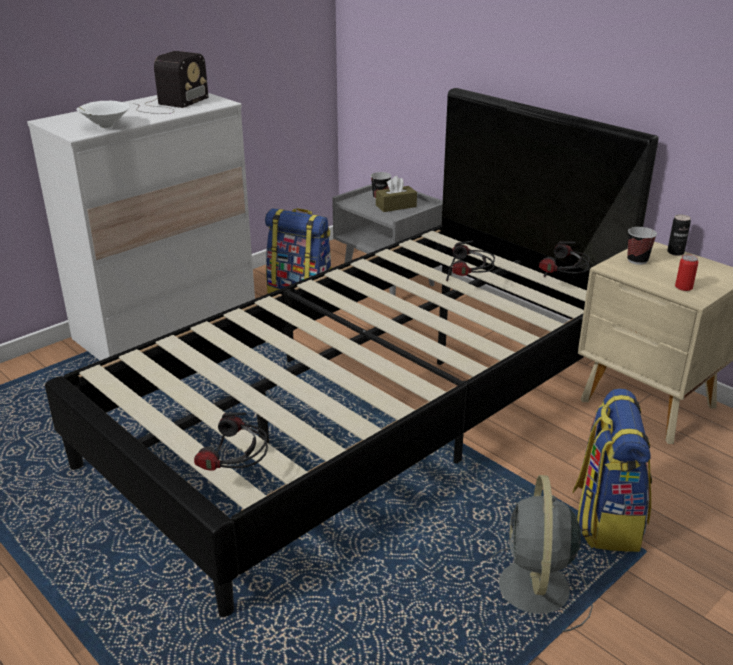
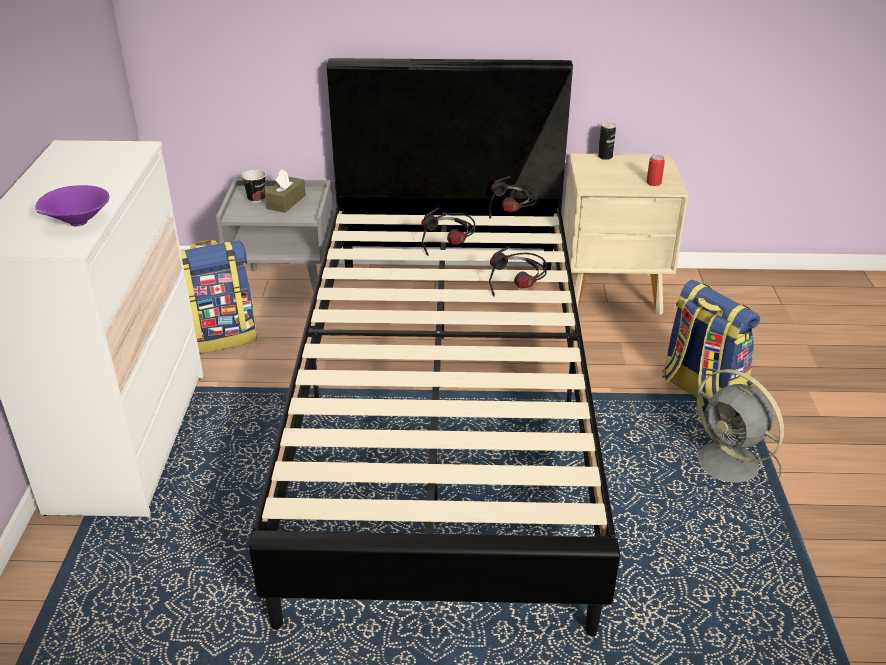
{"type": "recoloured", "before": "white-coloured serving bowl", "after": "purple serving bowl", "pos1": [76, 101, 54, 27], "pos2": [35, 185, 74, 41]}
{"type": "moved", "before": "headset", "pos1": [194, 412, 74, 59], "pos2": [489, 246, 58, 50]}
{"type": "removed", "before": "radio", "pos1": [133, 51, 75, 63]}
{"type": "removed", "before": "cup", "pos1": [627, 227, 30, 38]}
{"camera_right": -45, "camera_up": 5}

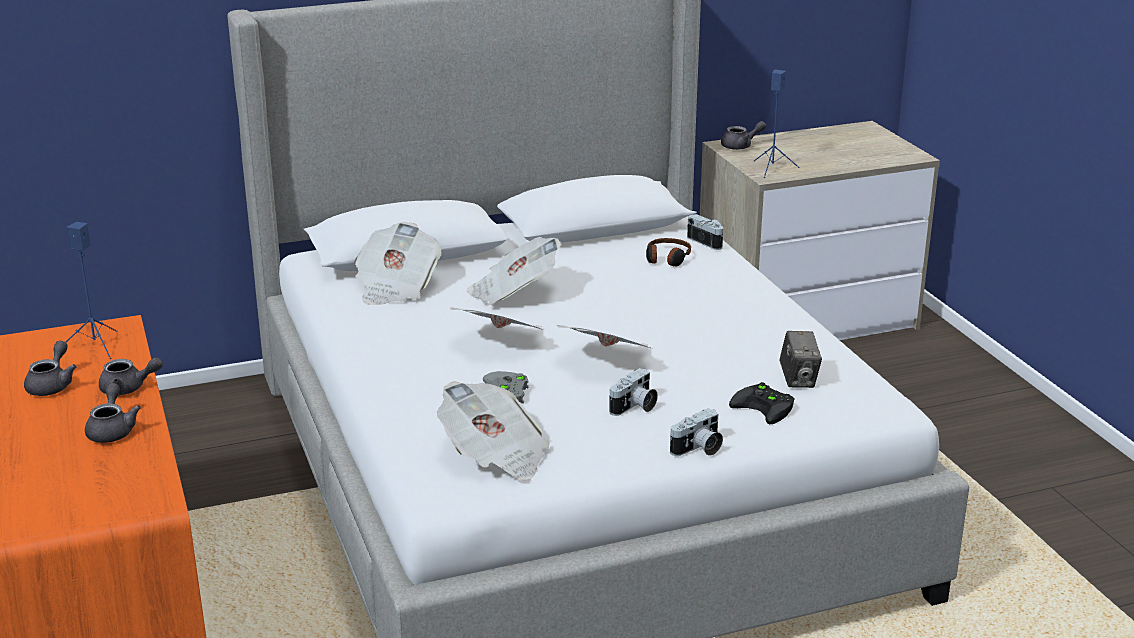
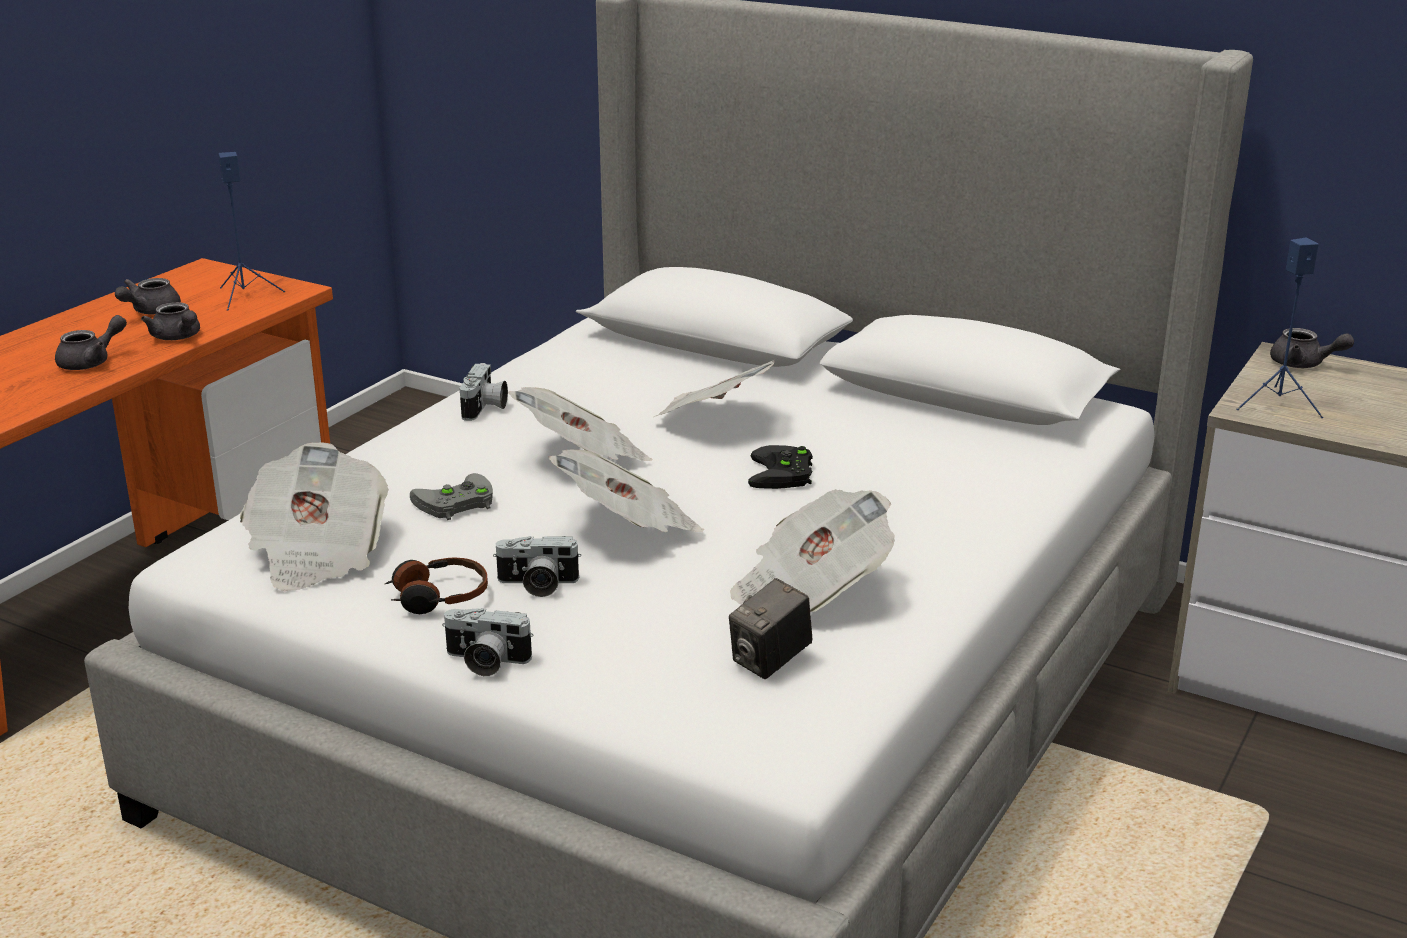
{"type": "turned", "before": "gray pot for tea", "pos1": [24, 341, 53, 55], "pos2": [115, 278, 66, 36], "turn": 150}
{"type": "moved", "before": "headset", "pos1": [646, 238, 45, 29], "pos2": [385, 557, 103, 57]}
{"type": "moved", "before": "still camera", "pos1": [687, 214, 36, 36], "pos2": [460, 363, 48, 58]}
{"type": "moved", "before": "newspaper", "pos1": [354, 222, 88, 83], "pos2": [730, 489, 165, 123]}
{"type": "moved", "before": "black-coloured gamepad", "pos1": [729, 382, 66, 42], "pos2": [748, 445, 65, 44]}
{"camera_right": 50, "camera_up": 0}

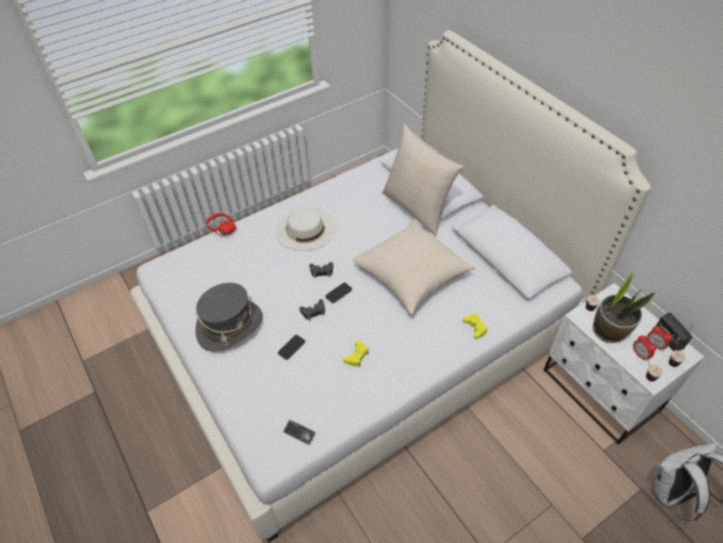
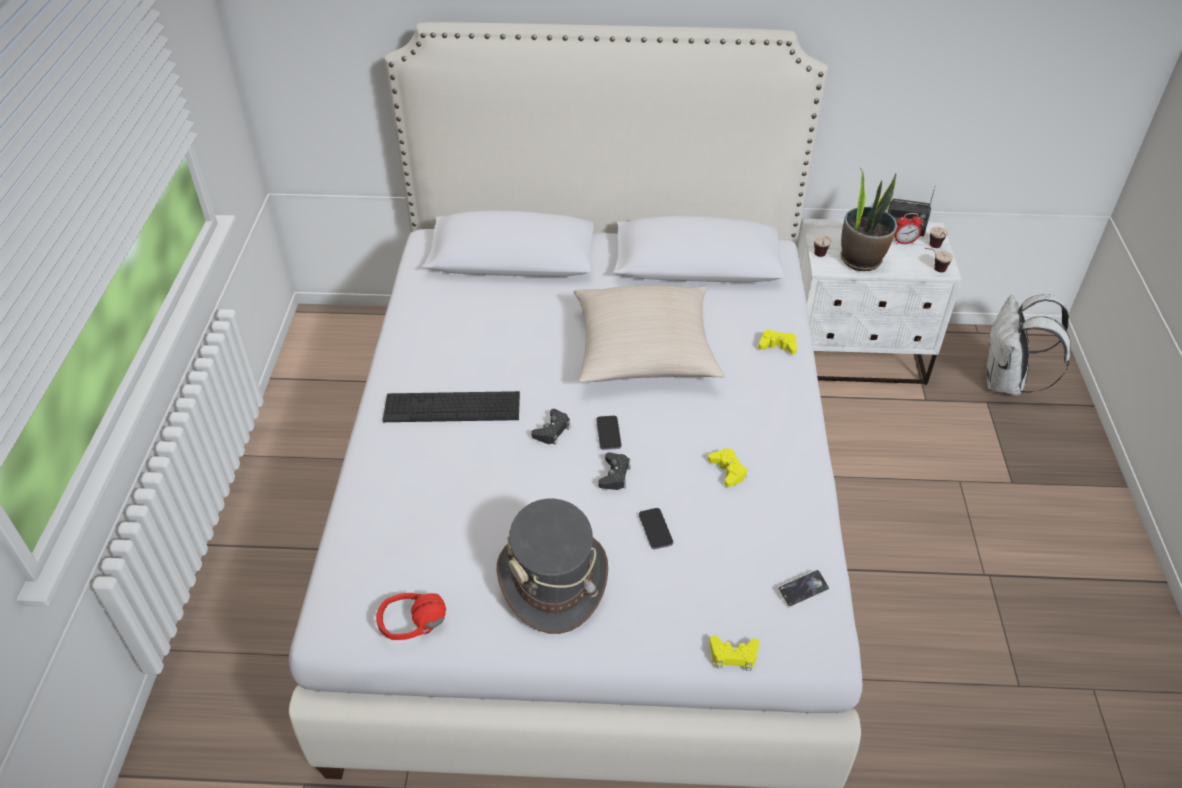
{"type": "moved", "before": "red-coloured headset", "pos1": [206, 213, 30, 23], "pos2": [376, 593, 70, 47]}
{"type": "replaced", "before": "white-coloured clothing hat", "after": "computer keyboard", "pos1": [275, 207, 61, 44], "pos2": [383, 391, 137, 31]}
{"type": "added", "after": "yellow gamepad", "pos2": [709, 635, 50, 36]}
{"type": "removed", "before": "beige pillow", "pos1": [382, 125, 82, 112]}
{"type": "removed", "before": "bedside clock", "pos1": [633, 335, 23, 26]}
{"camera_right": -55, "camera_up": -5}

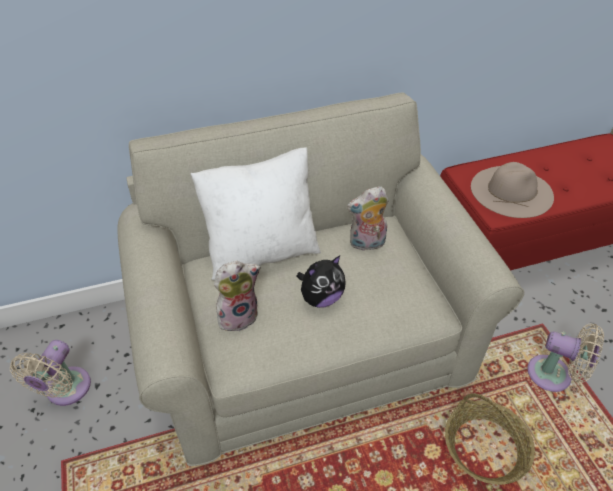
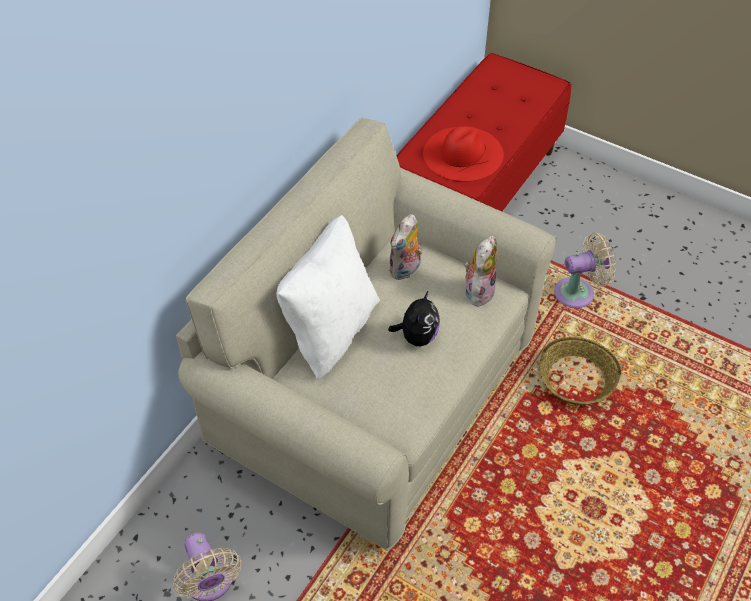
{"type": "recoloured", "before": "beige clothing hat", "after": "red-coloured clothing hat", "pos1": [471, 162, 83, 56], "pos2": [423, 126, 81, 56]}
{"type": "moved", "before": "plush toy", "pos1": [214, 261, 47, 70], "pos2": [464, 236, 33, 71]}
{"camera_right": -40, "camera_up": 5}

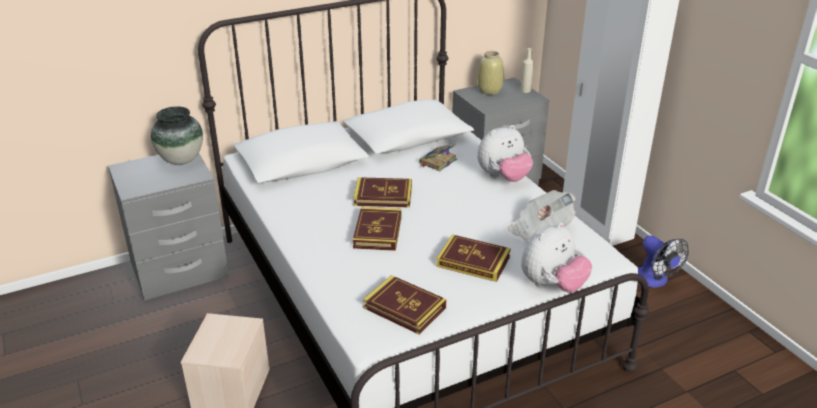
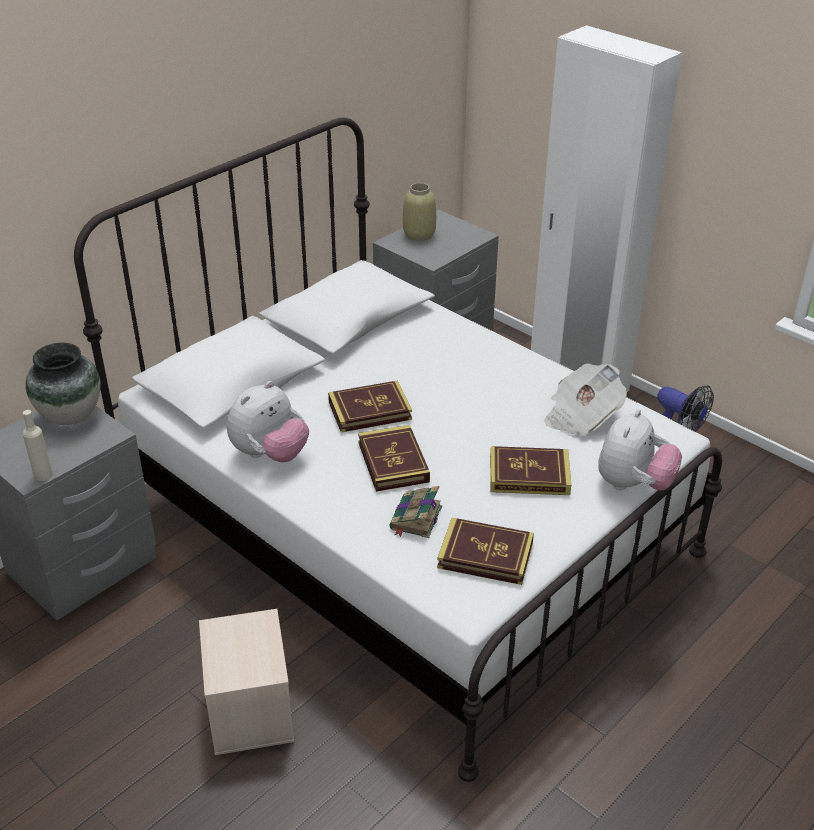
{"type": "moved", "before": "beige bottle", "pos1": [521, 48, 13, 45], "pos2": [23, 410, 30, 71]}
{"type": "moved", "before": "plush toy", "pos1": [477, 125, 56, 57], "pos2": [227, 381, 82, 81]}
{"type": "moved", "before": "bound book", "pos1": [419, 144, 38, 28], "pos2": [389, 486, 53, 52]}
{"camera_right": -20, "camera_up": 5}

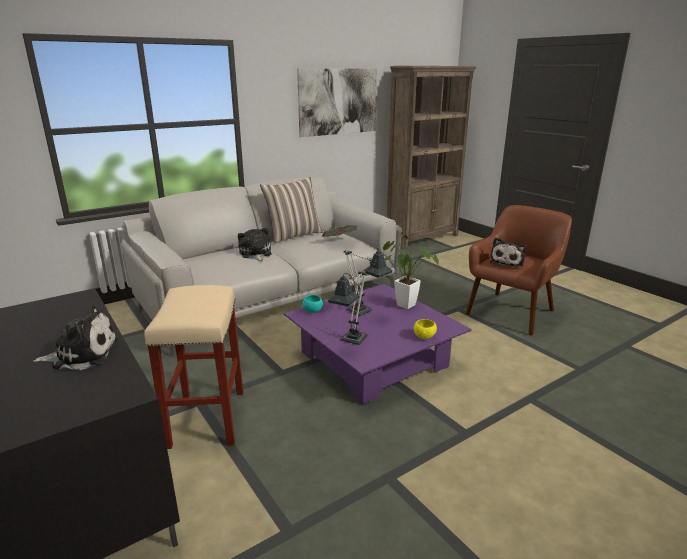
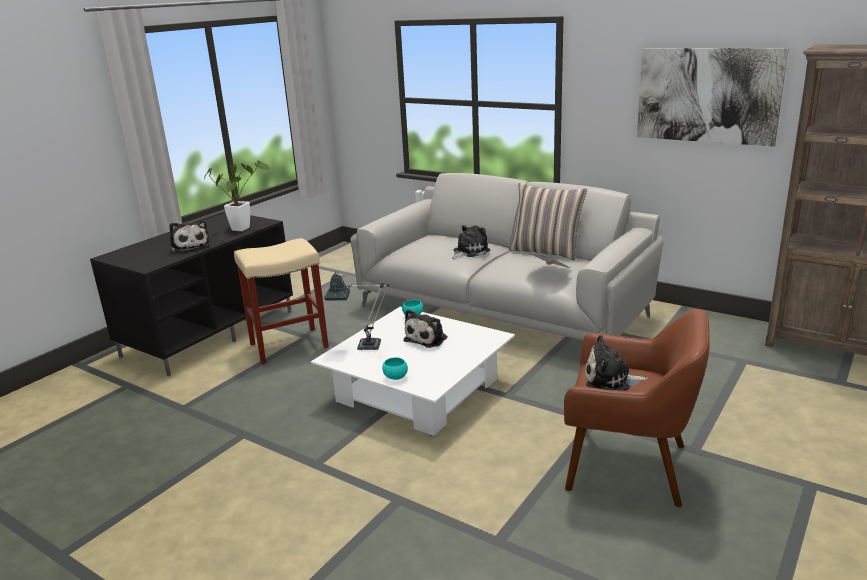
{"type": "moved", "before": "houseplant", "pos1": [383, 232, 56, 77], "pos2": [204, 160, 66, 71]}
{"type": "recoloured", "before": "purple coffee table", "after": "white-coloured coffee table", "pos1": [284, 284, 188, 120], "pos2": [311, 307, 204, 129]}
{"type": "recoloured", "before": "yellow serving bowl", "after": "blue-green serving bowl", "pos1": [414, 319, 23, 20], "pos2": [382, 357, 26, 23]}
{"type": "replaced", "before": "tabletop lamp", "after": "plush toy", "pos1": [344, 248, 48, 68], "pos2": [403, 309, 44, 39]}
{"camera_right": 70, "camera_up": 0}

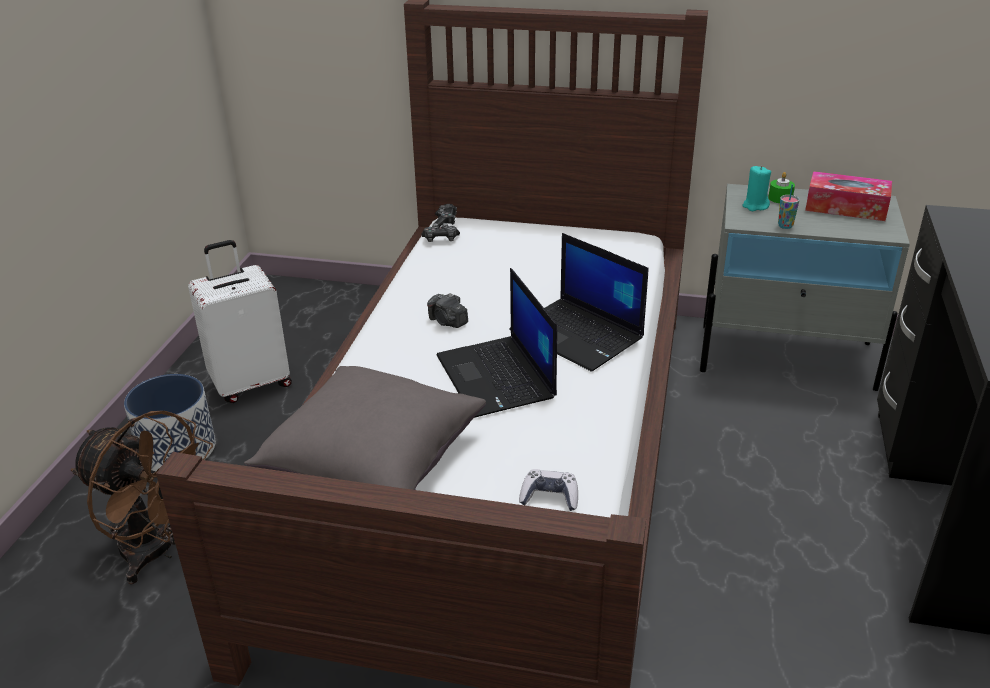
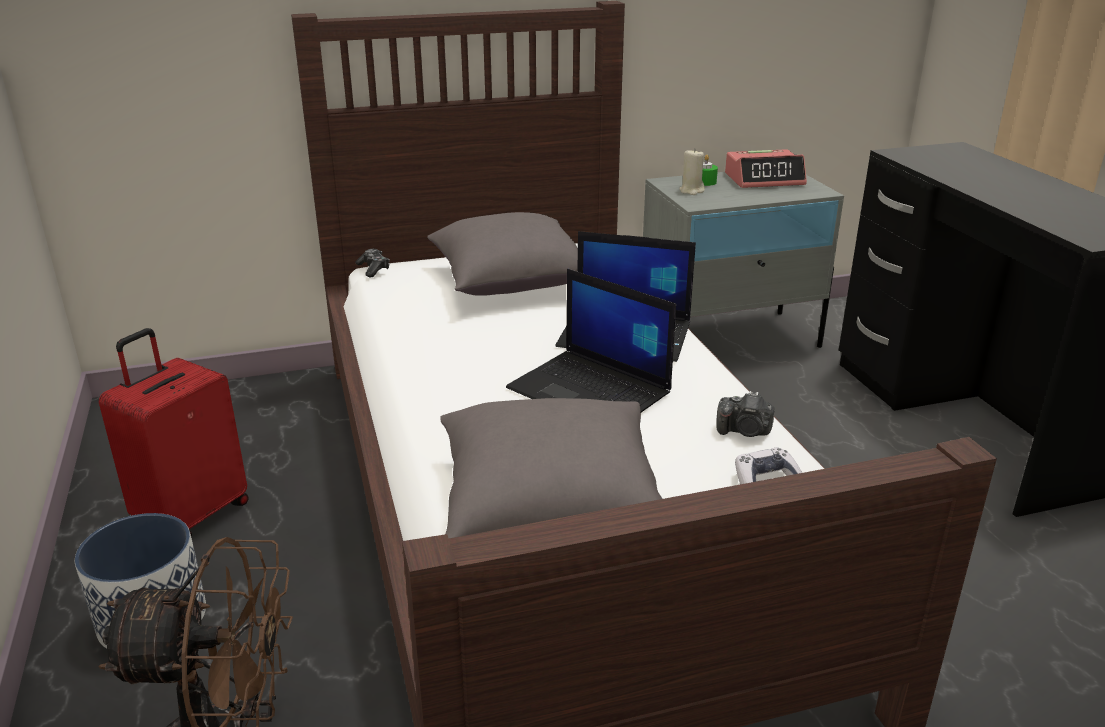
{"type": "recoloured", "before": "white-coloured piece of luggage", "after": "red-coloured piece of luggage", "pos1": [188, 240, 104, 163], "pos2": [99, 328, 150, 209]}
{"type": "added", "after": "gray pillow", "pos2": [427, 212, 151, 84]}
{"type": "recoloured", "before": "blue-green wax light", "after": "beige wax light", "pos1": [743, 166, 28, 45], "pos2": [679, 148, 26, 47]}
{"type": "moved", "before": "still camera", "pos1": [427, 293, 41, 35], "pos2": [716, 391, 58, 46]}
{"type": "replaced", "before": "box of tissues", "after": "bedside clock", "pos1": [805, 171, 87, 50], "pos2": [725, 149, 82, 39]}
{"type": "removed", "before": "gamepad", "pos1": [421, 223, 39, 19]}
{"type": "removed", "before": "cup", "pos1": [778, 184, 22, 45]}
{"camera_right": -30, "camera_up": -5}

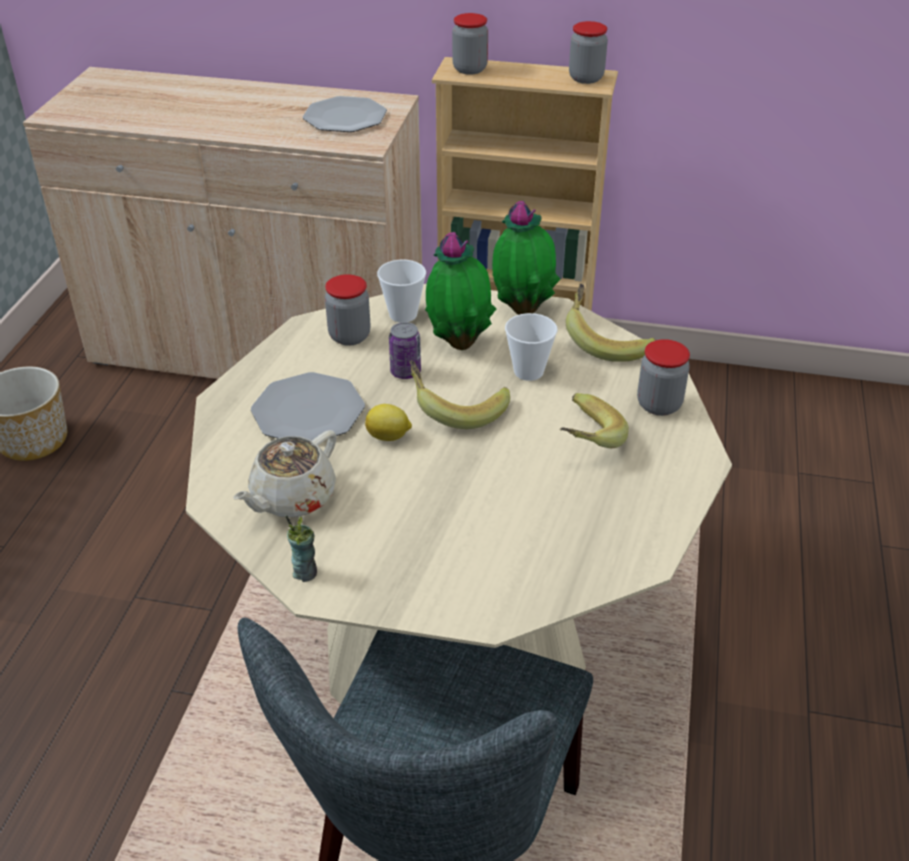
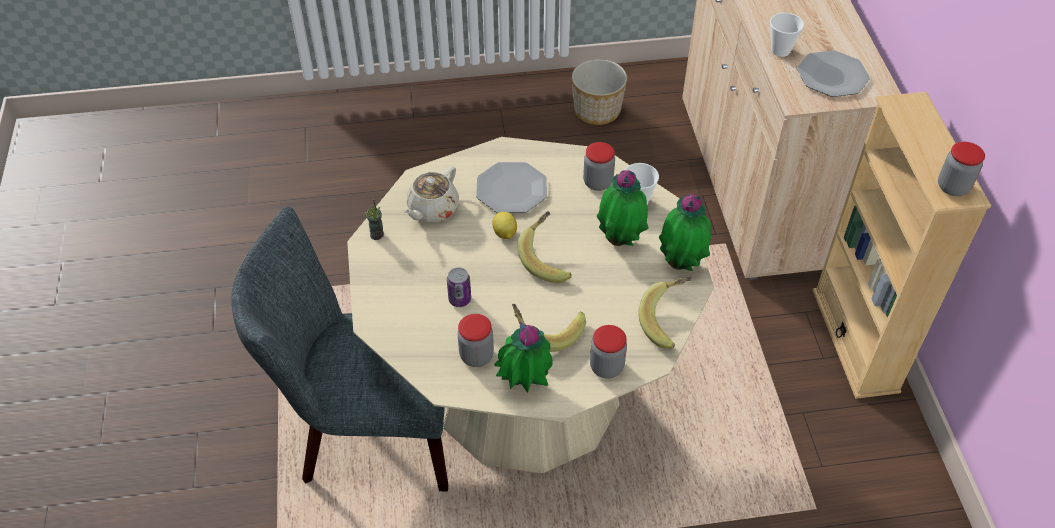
{"type": "turned", "before": "beige pot for tea", "pos1": [234, 430, 103, 87], "pos2": [404, 166, 55, 56], "turn": -75}
{"type": "moved", "before": "metal can", "pos1": [389, 322, 32, 57], "pos2": [447, 267, 24, 40]}
{"type": "moved", "before": "preserve jar", "pos1": [452, 13, 36, 62], "pos2": [458, 314, 36, 53]}
{"type": "added", "after": "houseplant", "pos2": [494, 322, 59, 71]}
{"type": "moved", "before": "cup", "pos1": [505, 313, 53, 68], "pos2": [770, 13, 34, 44]}
{"camera_right": 70, "camera_up": 10}

